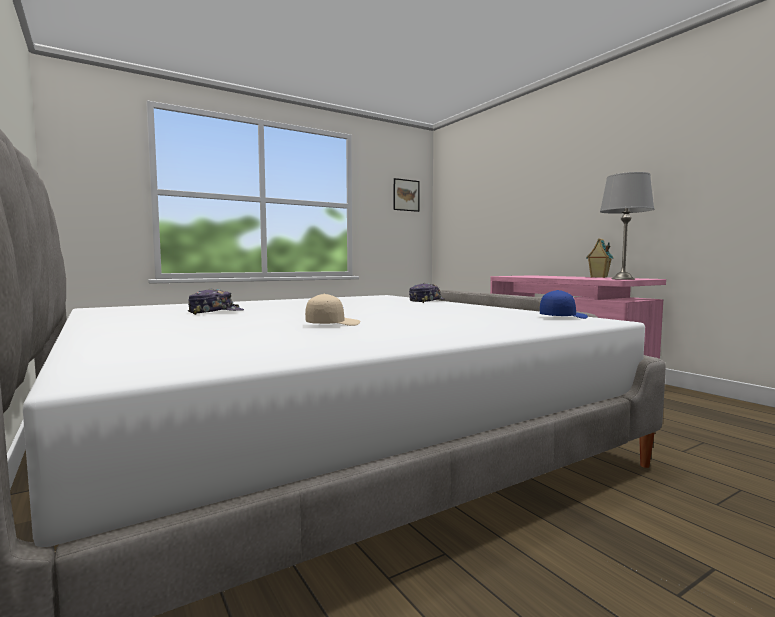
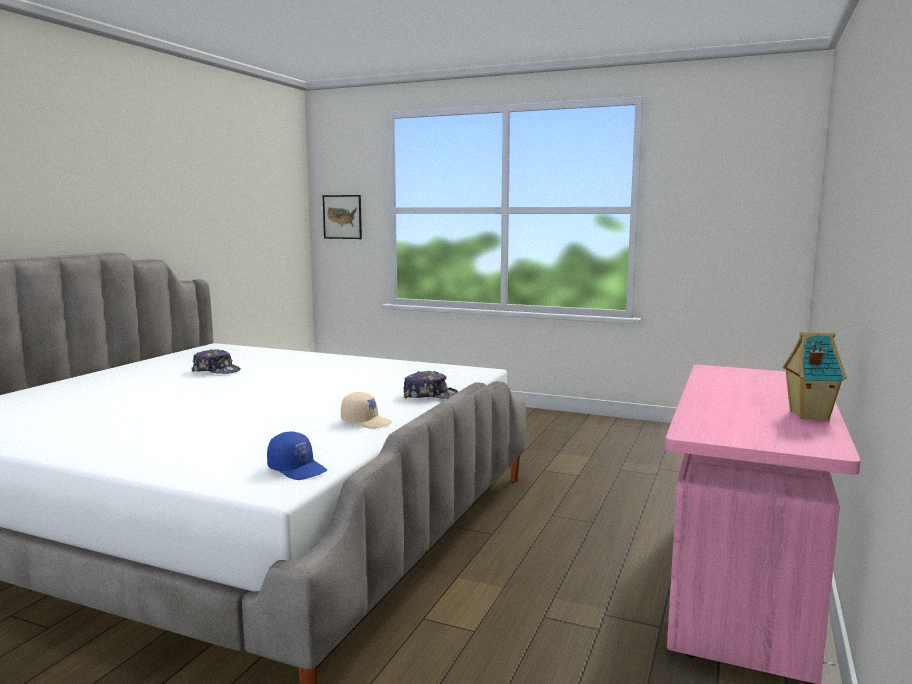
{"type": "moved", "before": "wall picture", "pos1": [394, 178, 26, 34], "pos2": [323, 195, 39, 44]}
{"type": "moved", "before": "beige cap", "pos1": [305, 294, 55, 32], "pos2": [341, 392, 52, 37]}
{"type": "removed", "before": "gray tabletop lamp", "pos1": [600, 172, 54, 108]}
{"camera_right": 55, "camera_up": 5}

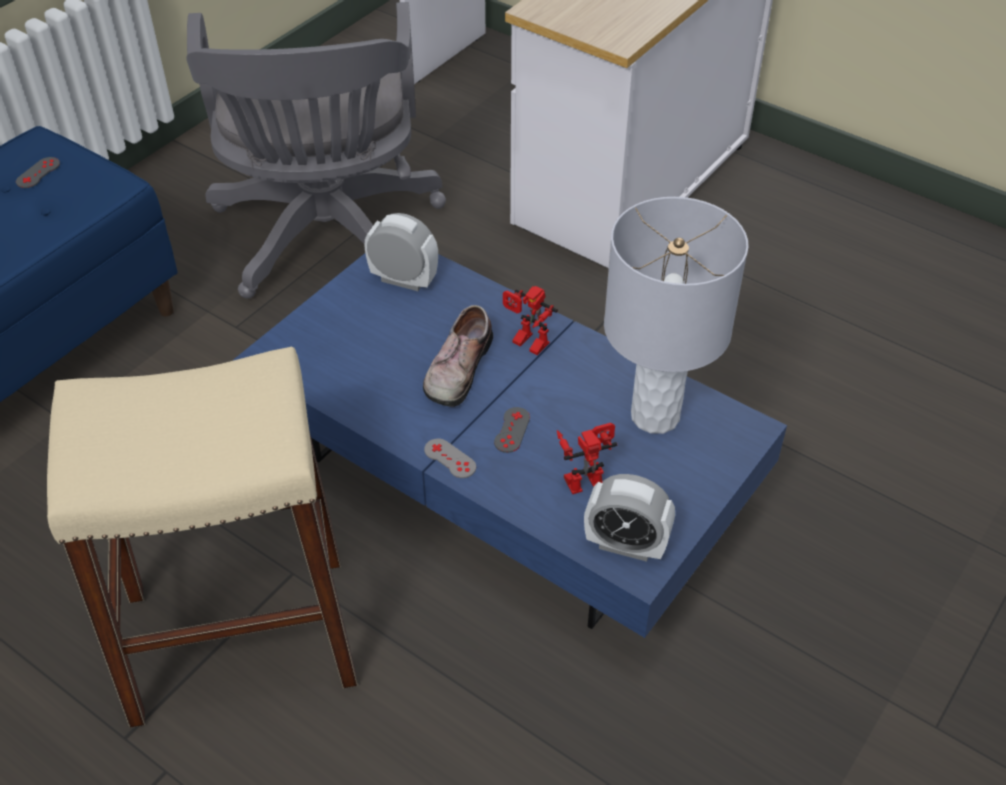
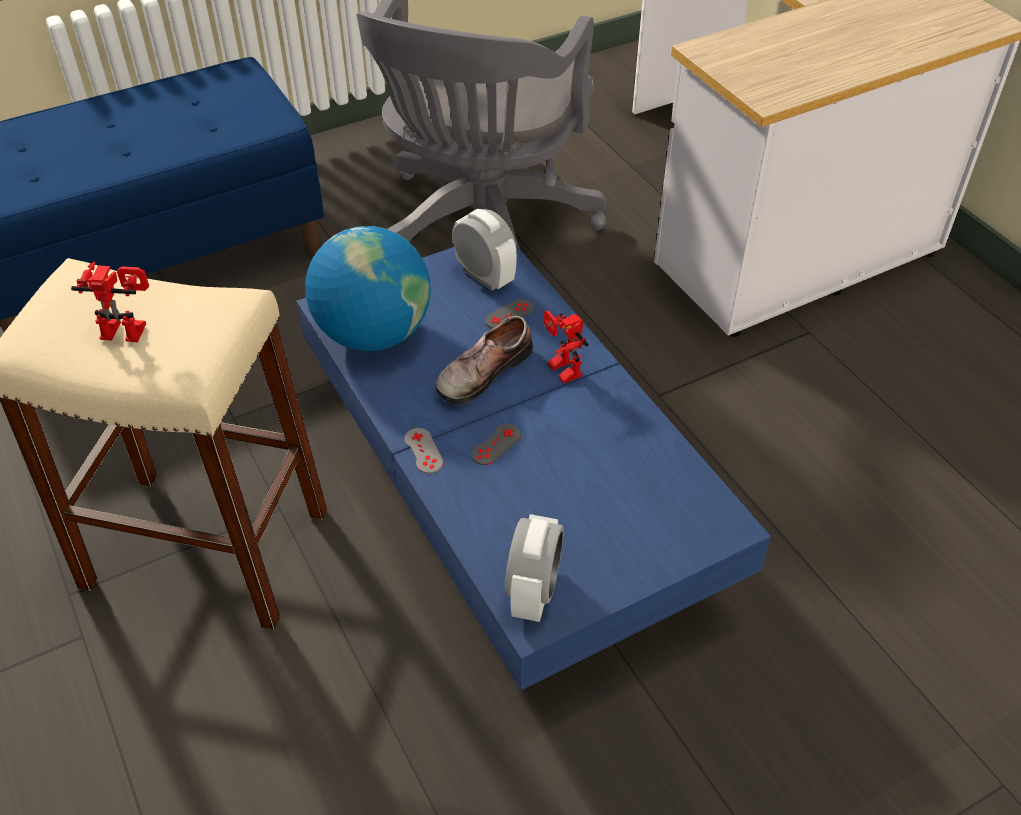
{"type": "moved", "before": "robot figure", "pos1": [557, 423, 60, 71], "pos2": [71, 261, 78, 81]}
{"type": "added", "after": "desk globe", "pos2": [305, 226, 126, 125]}
{"type": "moved", "before": "gray gamepad", "pos1": [16, 157, 44, 31], "pos2": [485, 299, 48, 30]}
{"type": "turned", "before": "bedside clock", "pos1": [584, 474, 91, 88], "pos2": [505, 514, 59, 108], "turn": -120}
{"type": "removed", "before": "gray tabletop lamp", "pos1": [604, 197, 145, 237]}
{"camera_right": 25, "camera_up": 0}

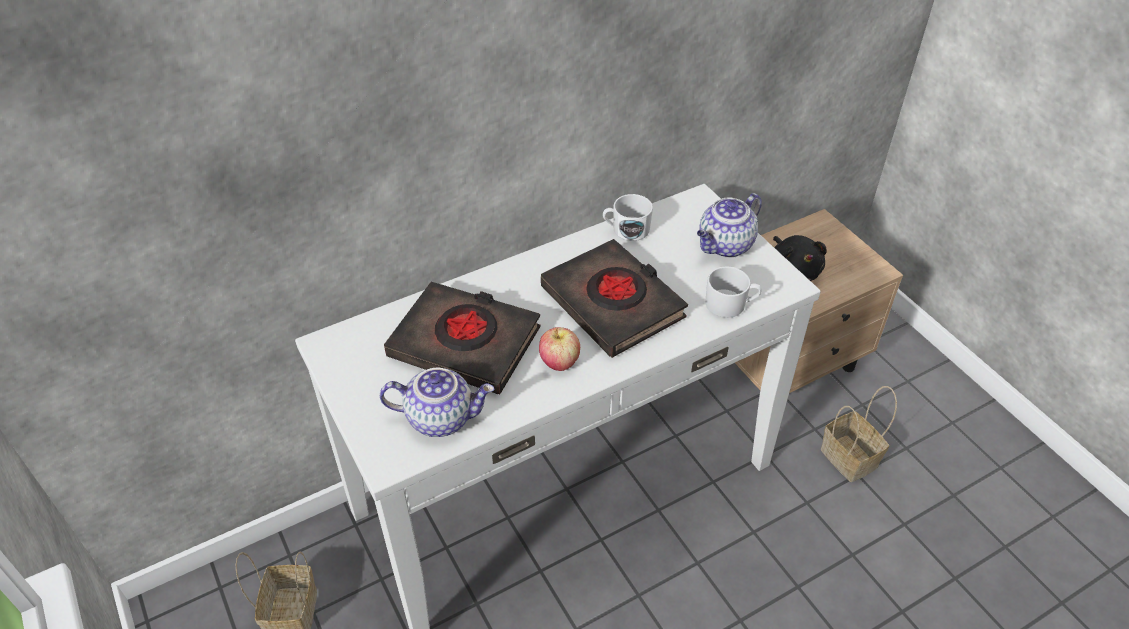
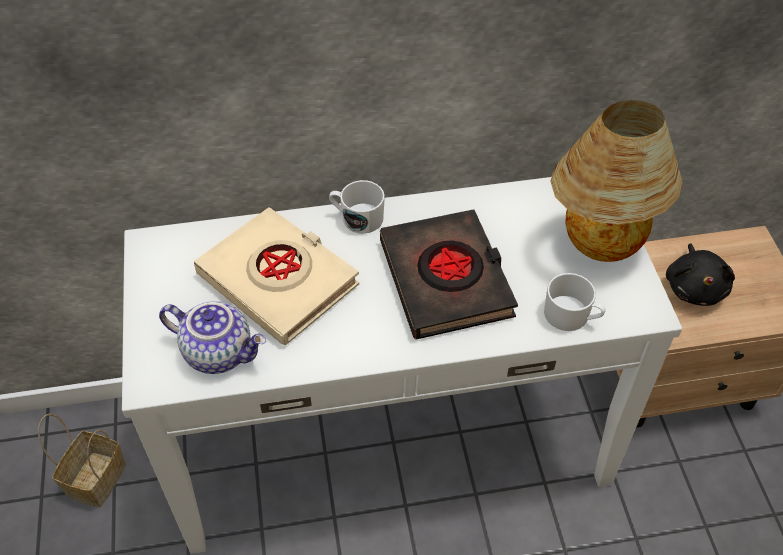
{"type": "recoloured", "before": "black-coloured bound book", "after": "beige bound book", "pos1": [384, 282, 156, 112], "pos2": [194, 207, 165, 138]}
{"type": "moved", "before": "white-coloured tea mug", "pos1": [603, 194, 50, 47], "pos2": [329, 180, 56, 54]}
{"type": "replaced", "before": "pot for tea", "after": "tabletop lamp", "pos1": [697, 193, 65, 65], "pos2": [550, 100, 132, 162]}
{"type": "removed", "before": "apple", "pos1": [539, 327, 41, 44]}
{"type": "removed", "before": "household basket", "pos1": [821, 386, 76, 96]}
{"camera_right": 20, "camera_up": 5}

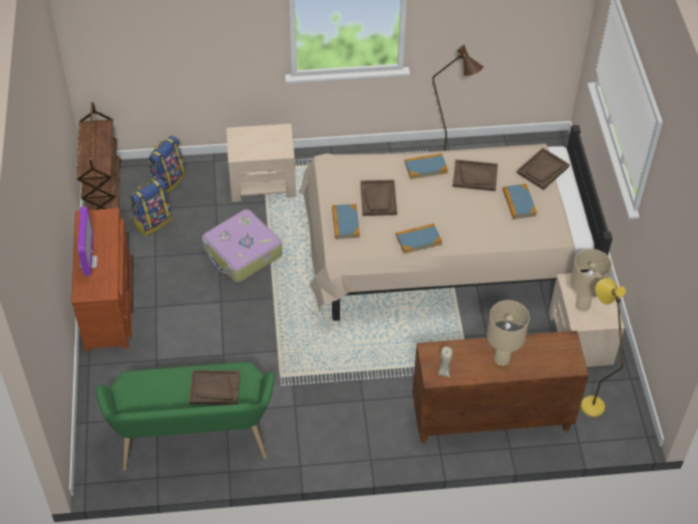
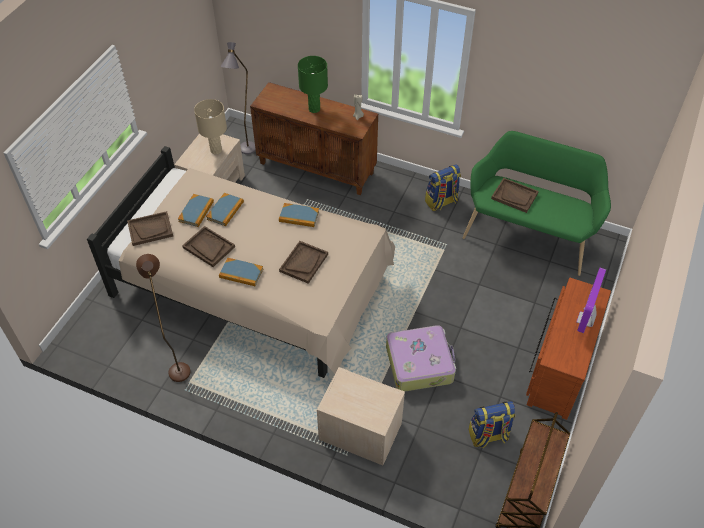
{"type": "moved", "before": "bound book", "pos1": [332, 204, 28, 35], "pos2": [206, 193, 38, 33]}
{"type": "recoloured", "before": "yellow standing lamp", "after": "gray standing lamp", "pos1": [581, 278, 45, 139], "pos2": [220, 42, 36, 113]}
{"type": "recoloured", "before": "beige tabletop lamp", "after": "green tabletop lamp", "pos1": [487, 300, 43, 66], "pos2": [298, 56, 30, 57]}
{"type": "moved", "before": "backpack", "pos1": [148, 136, 38, 58], "pos2": [425, 164, 36, 47]}
{"camera_right": -150, "camera_up": 0}

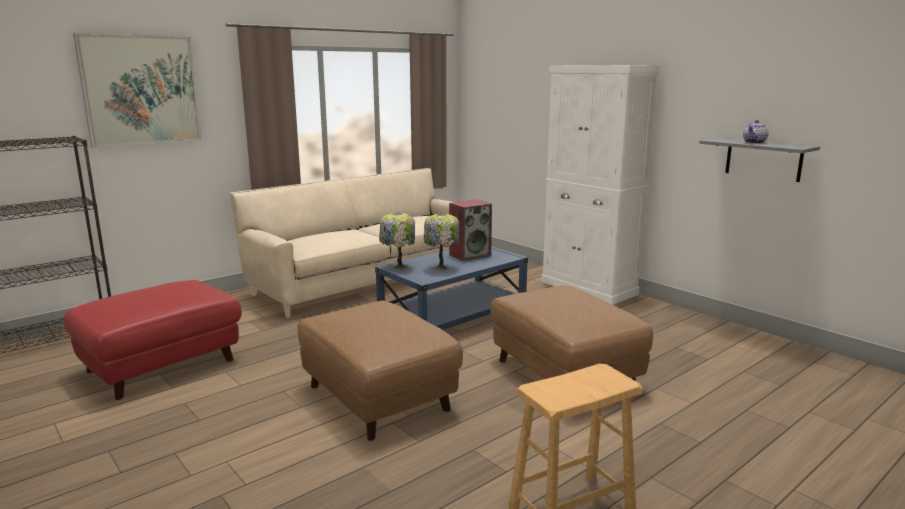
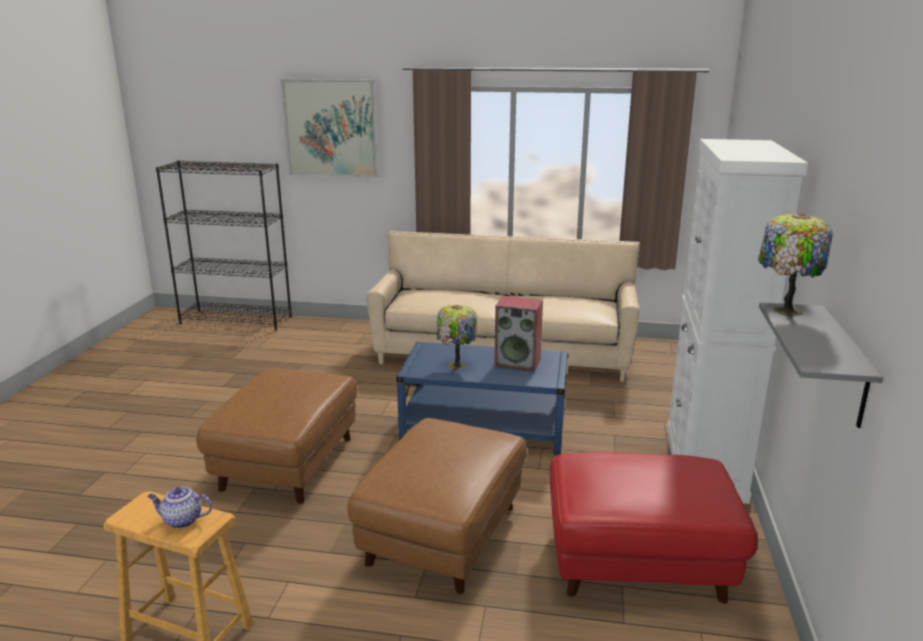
{"type": "moved", "before": "pot for tea", "pos1": [743, 120, 26, 24], "pos2": [147, 487, 65, 41]}
{"type": "moved", "before": "red-coloured ottoman", "pos1": [64, 280, 178, 120], "pos2": [549, 452, 209, 151]}
{"type": "moved", "before": "tabletop lamp", "pos1": [379, 212, 36, 58], "pos2": [758, 214, 75, 103]}
{"camera_right": 50, "camera_up": 5}

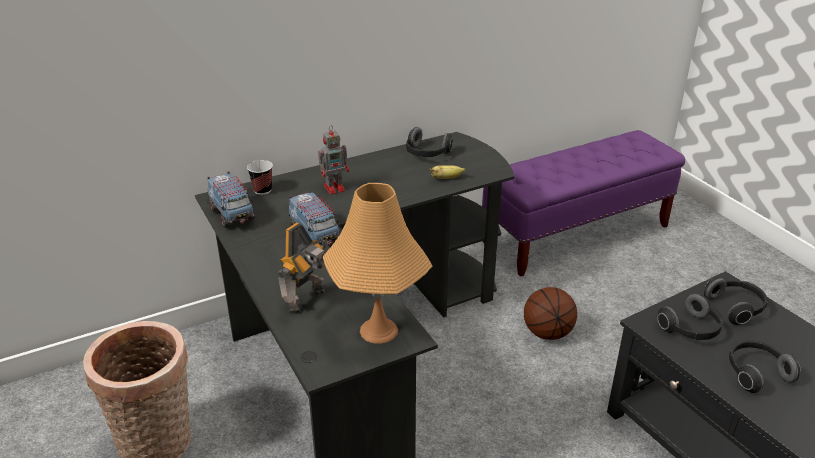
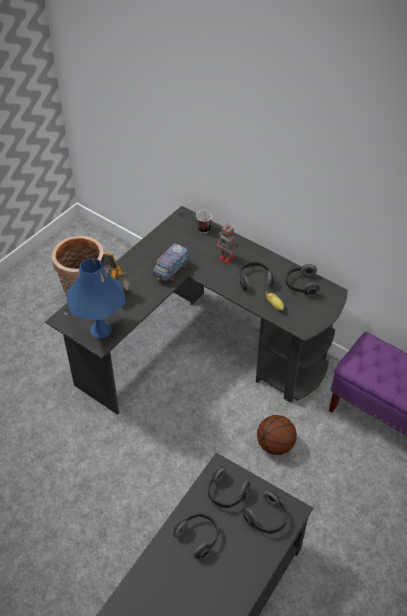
{"type": "recoloured", "before": "orangey tabletop lamp", "after": "blue tabletop lamp", "pos1": [323, 183, 109, 161], "pos2": [66, 258, 60, 80]}
{"type": "added", "after": "headset", "pos2": [239, 261, 35, 30]}
{"type": "removed", "before": "model truck", "pos1": [207, 171, 48, 57]}
{"camera_right": 65, "camera_up": 15}

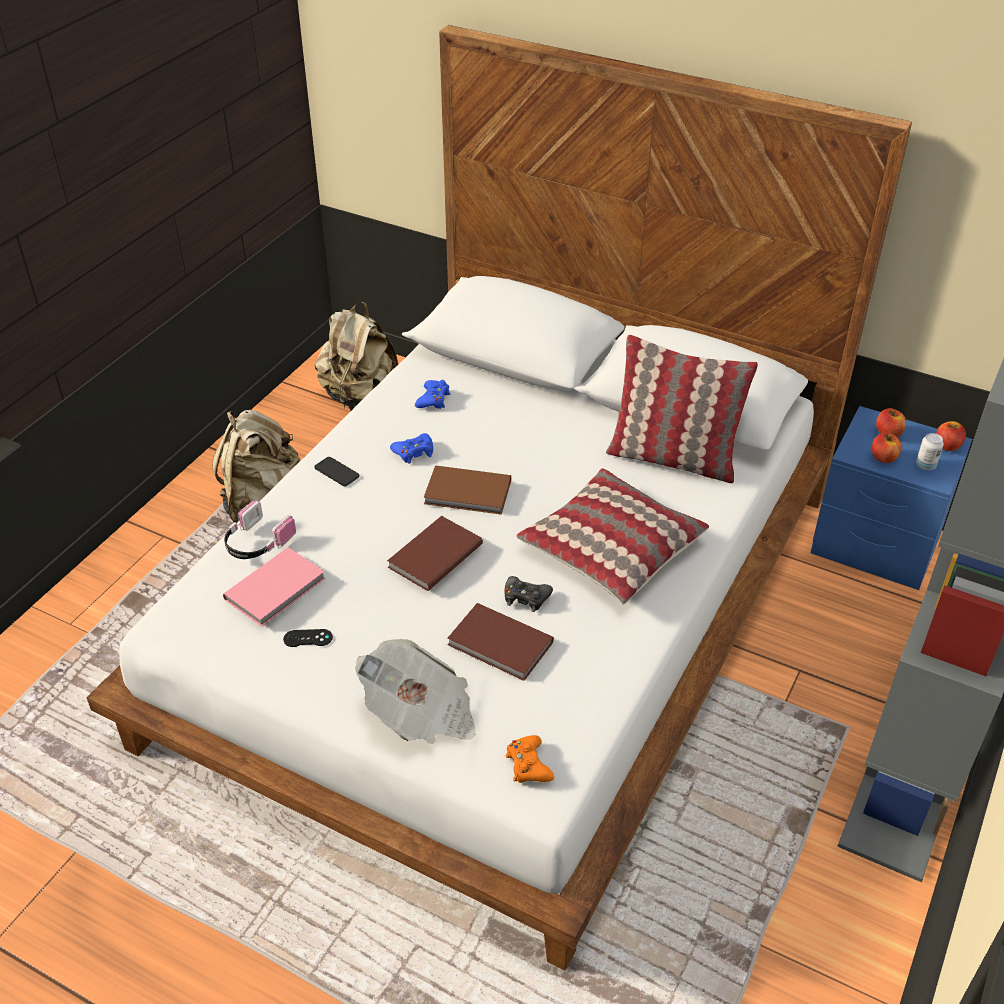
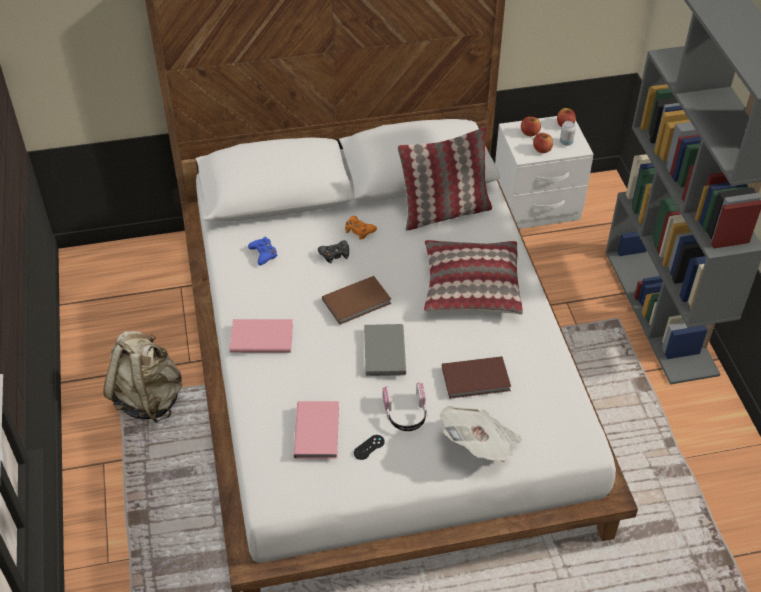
{"type": "replaced", "before": "handset", "after": "pink bound book", "pos1": [314, 457, 46, 29], "pos2": [230, 319, 63, 34]}
{"type": "moved", "before": "black-coloured gamepad", "pos1": [505, 576, 48, 36], "pos2": [318, 240, 31, 24]}
{"type": "moved", "before": "orangey gamepad", "pos1": [506, 735, 48, 48], "pos2": [345, 216, 32, 24]}
{"type": "recoloured", "before": "brown bound book", "after": "gray bound book", "pos1": [387, 516, 96, 75], "pos2": [364, 324, 42, 52]}
{"type": "moved", "before": "headset", "pos1": [224, 500, 72, 59], "pos2": [383, 382, 44, 49]}
{"type": "recoloured", "before": "blue nightstand", "after": "white-coloured nightstand", "pos1": [811, 406, 161, 184], "pos2": [495, 116, 99, 113]}
{"type": "removed", "before": "beige backpack", "pos1": [315, 302, 83, 109]}
{"type": "removed", "before": "blue gamepad", "pos1": [390, 433, 43, 31]}
{"camera_right": -40, "camera_up": 5}

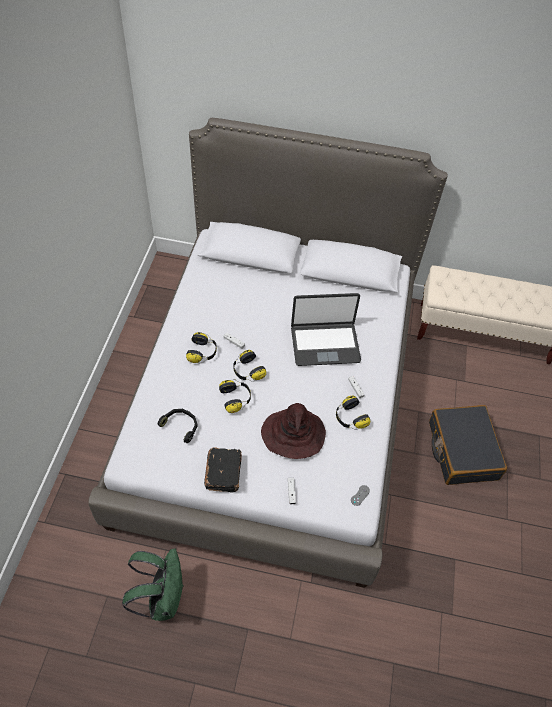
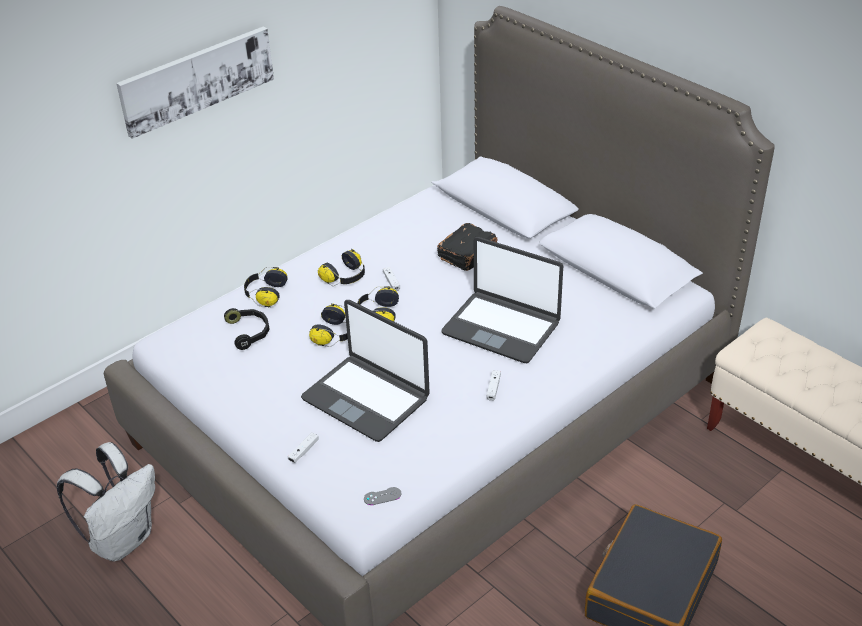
{"type": "recoloured", "before": "green backpack", "after": "white-coloured backpack", "pos1": [122, 548, 62, 73], "pos2": [57, 442, 98, 119]}
{"type": "added", "after": "wall picture", "pos2": [116, 27, 158, 112]}
{"type": "moved", "before": "headset", "pos1": [336, 396, 34, 34], "pos2": [244, 267, 44, 40]}
{"type": "replaced", "before": "brown clothing hat", "after": "portable computer", "pos1": [261, 403, 65, 56], "pos2": [301, 300, 129, 142]}
{"type": "moved", "before": "black-coloured bound book", "pos1": [204, 447, 38, 45], "pos2": [437, 223, 61, 48]}
{"camera_right": 40, "camera_up": -15}

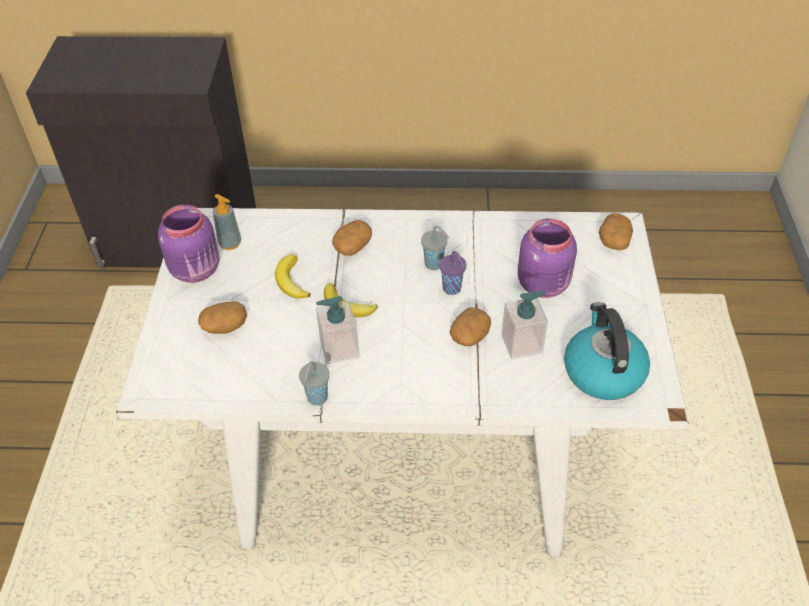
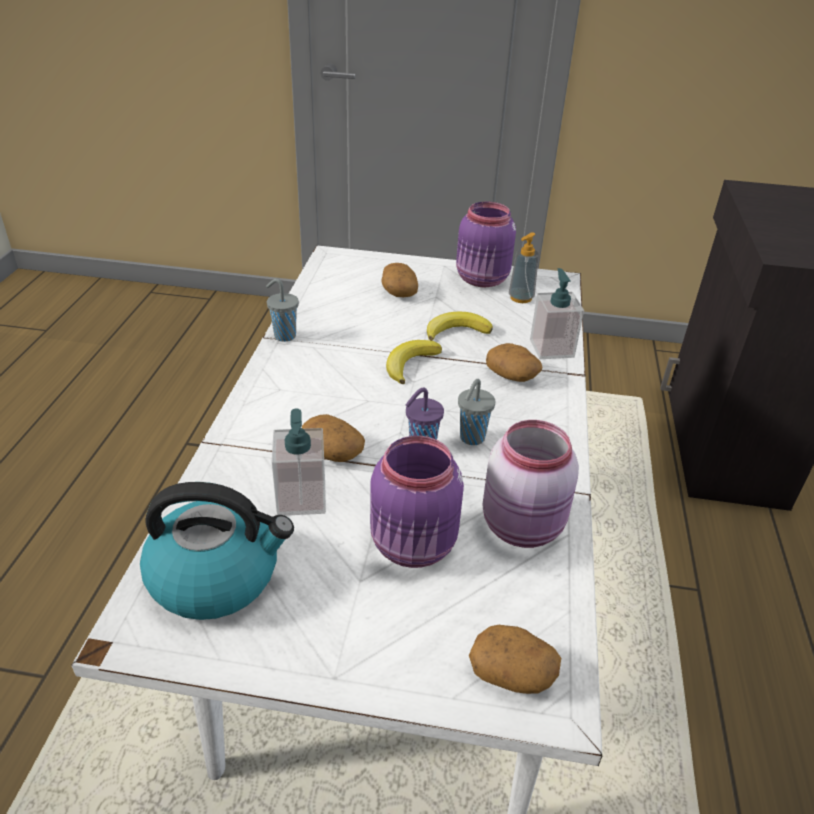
{"type": "added", "after": "pink preserve jar", "pos2": [483, 420, 96, 128]}
{"type": "moved", "before": "liquid soap bottle", "pos1": [316, 296, 43, 68], "pos2": [530, 268, 54, 91]}
{"camera_right": 95, "camera_up": -10}

